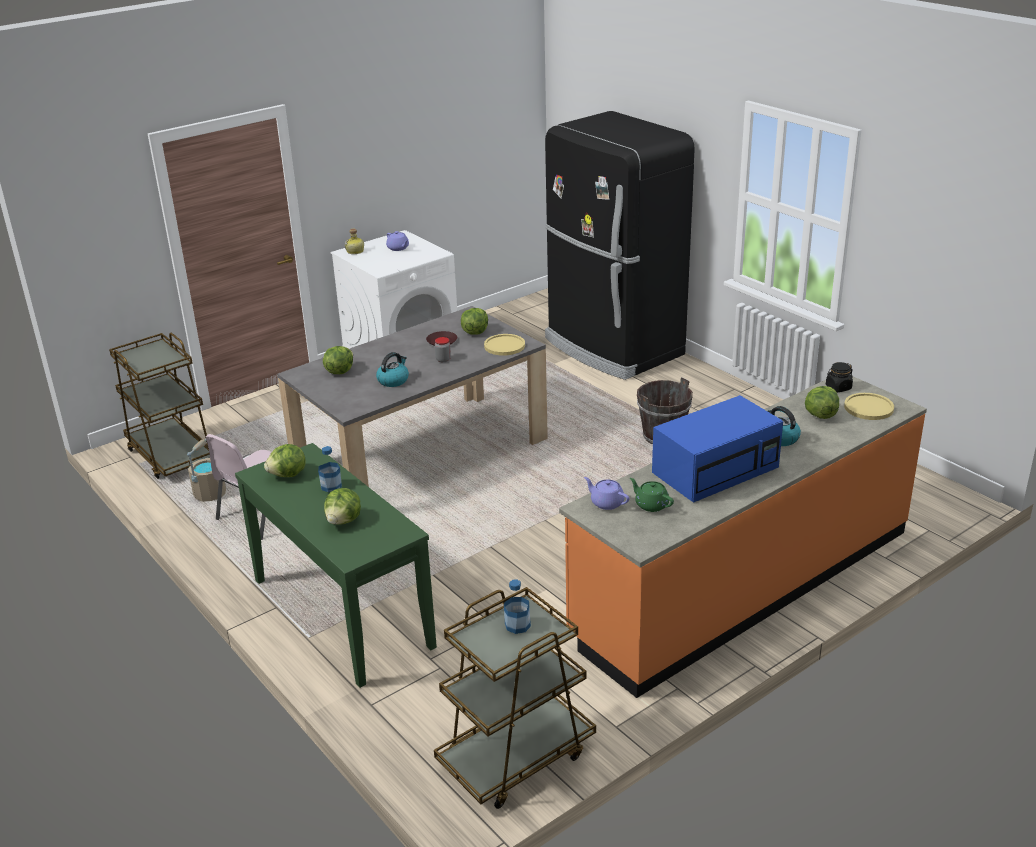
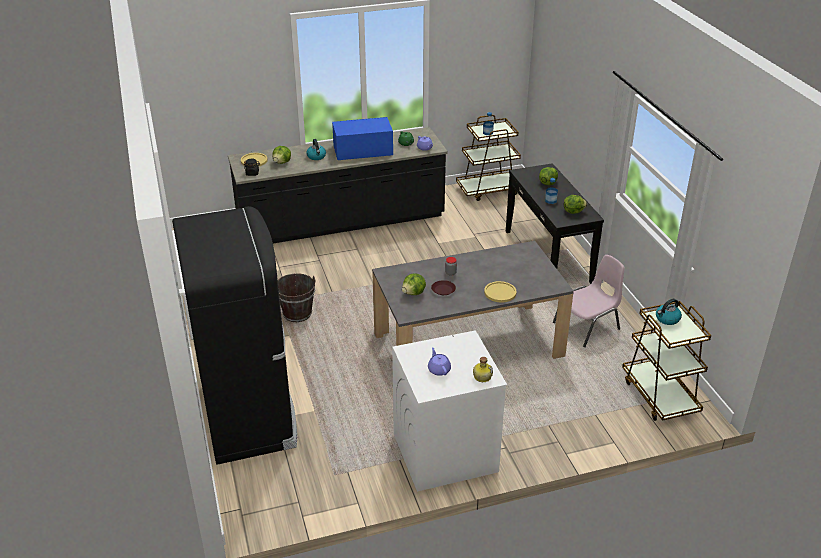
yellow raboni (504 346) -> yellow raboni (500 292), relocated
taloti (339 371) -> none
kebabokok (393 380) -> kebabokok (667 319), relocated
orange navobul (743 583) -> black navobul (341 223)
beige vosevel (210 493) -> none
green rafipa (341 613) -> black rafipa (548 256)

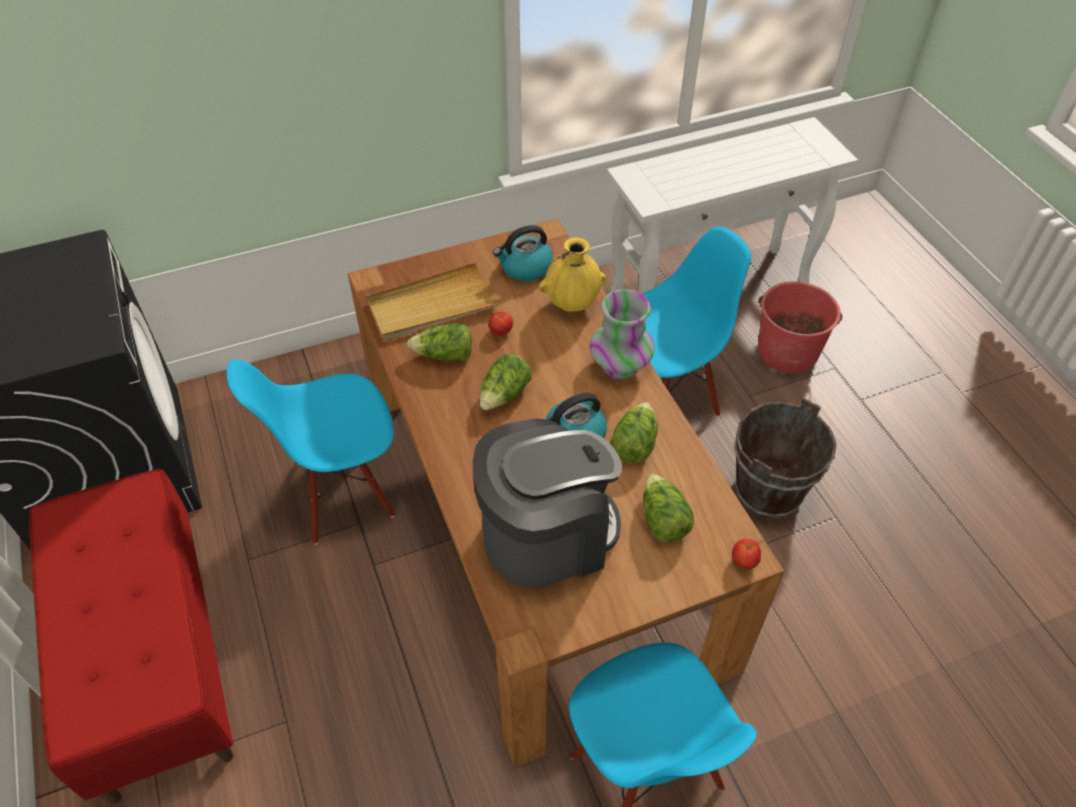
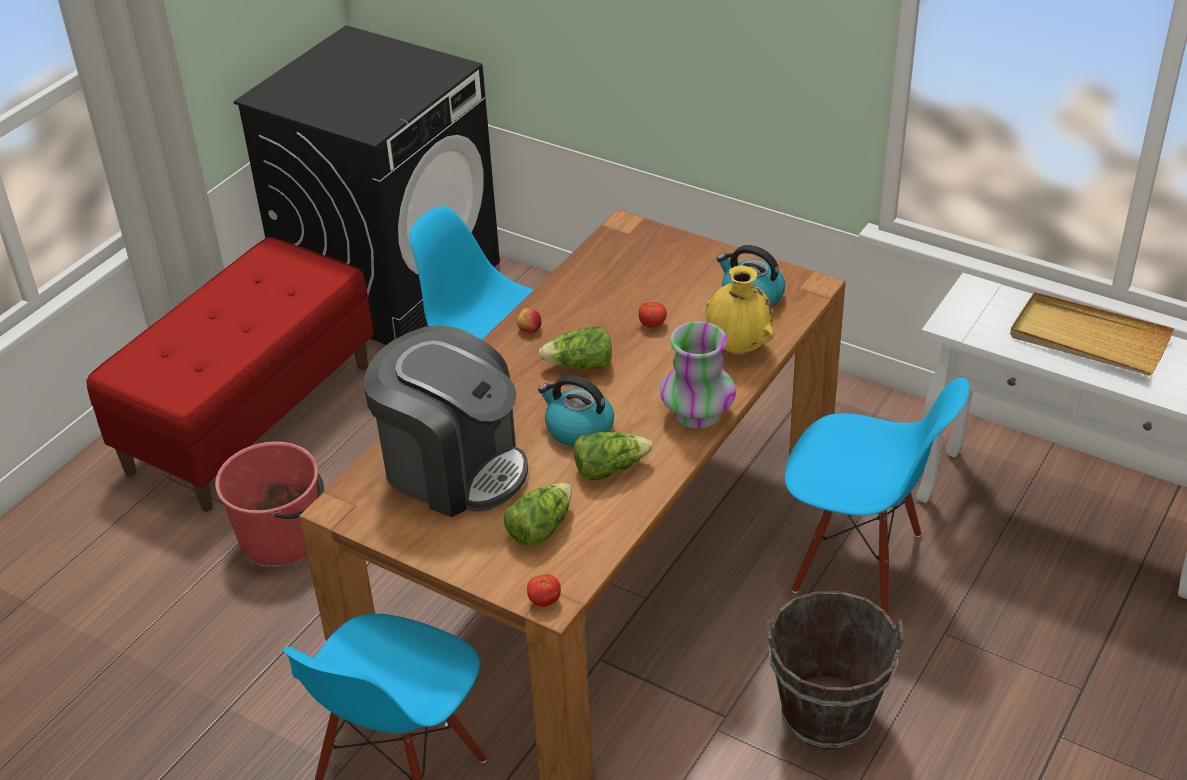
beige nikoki (431 306) -> beige nikoki (1088 339), relocated
red vosevel (787 351) -> red vosevel (282 536), relocated
taloti (444 355) -> none
none -> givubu (529 329)

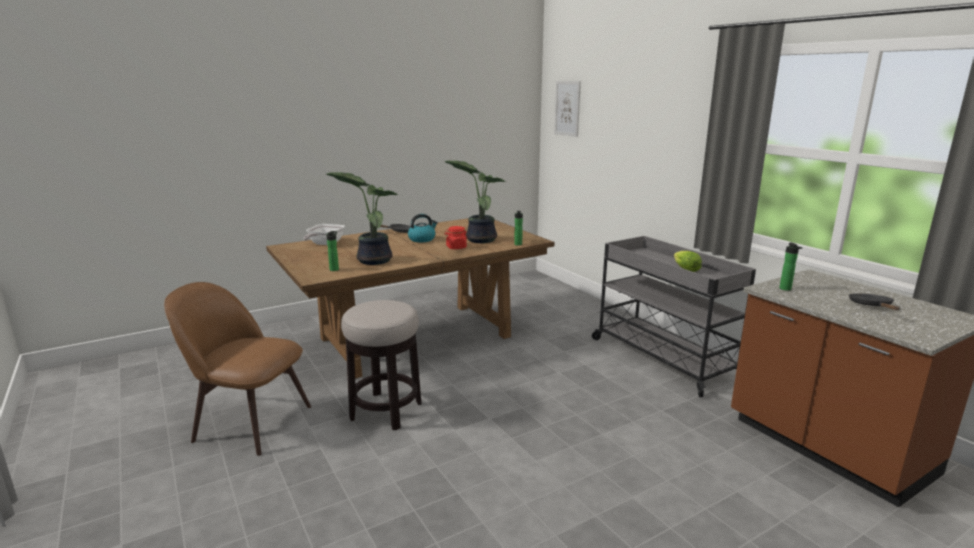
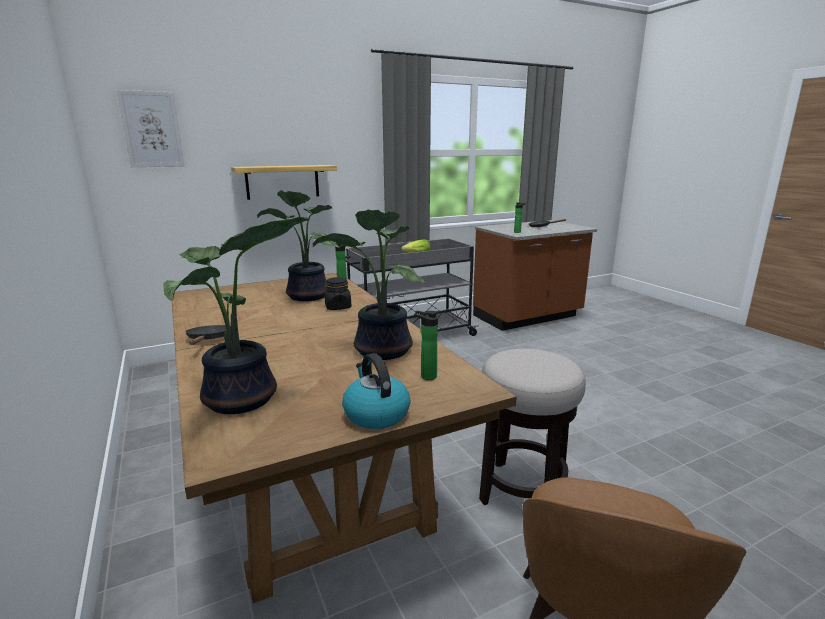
kebabokok (422 239) -> kebabokok (375 414), relocated
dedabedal (324 244) -> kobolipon (243 401)
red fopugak (456 247) -> black fopugak (338 307)
none -> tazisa (282 182)

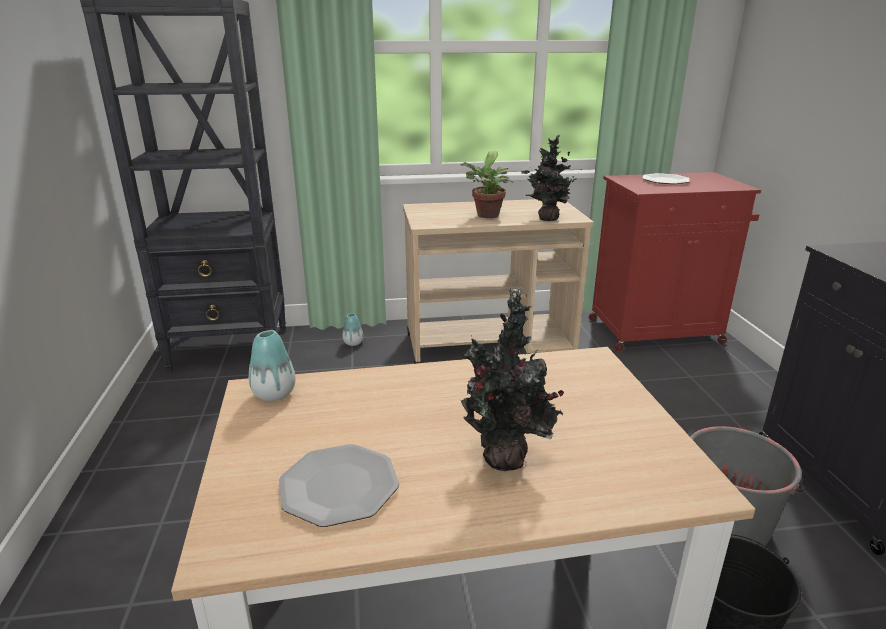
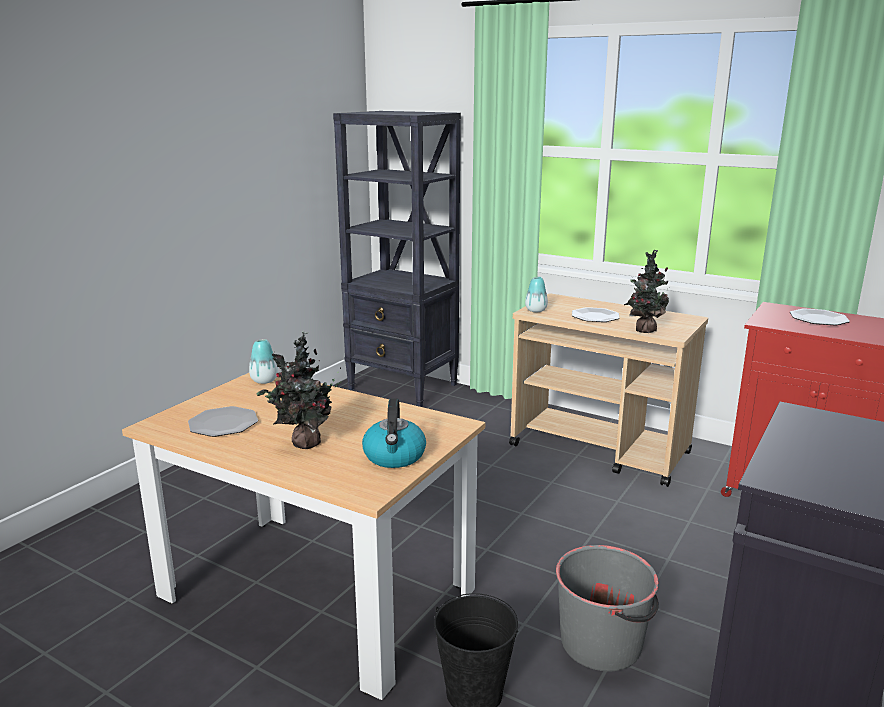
kobolipon (486 216) -> raboni (595 316)
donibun (353 343) -> donibun (536 310), relocated
none -> kebabokok (394 457)

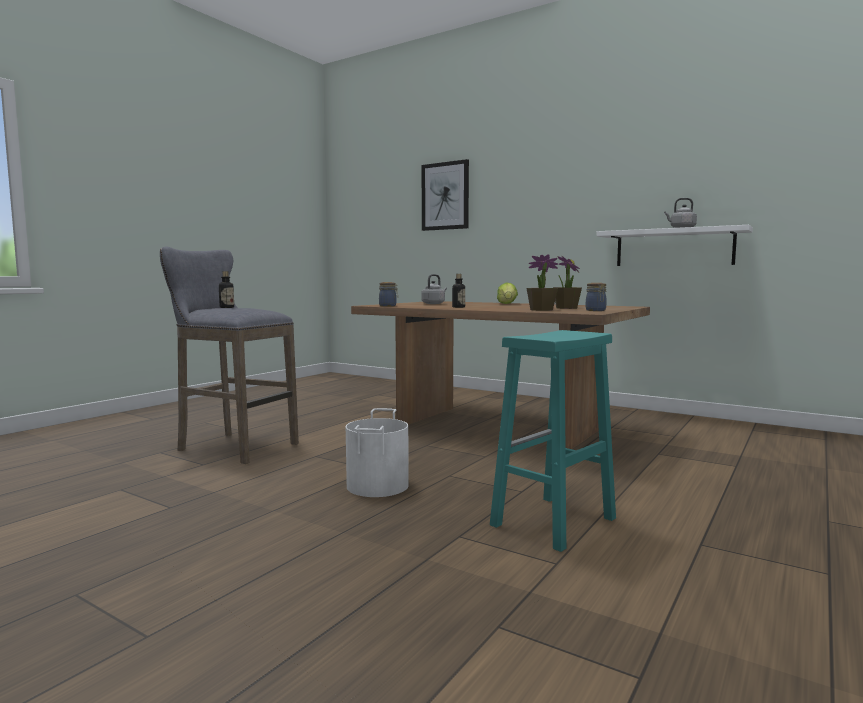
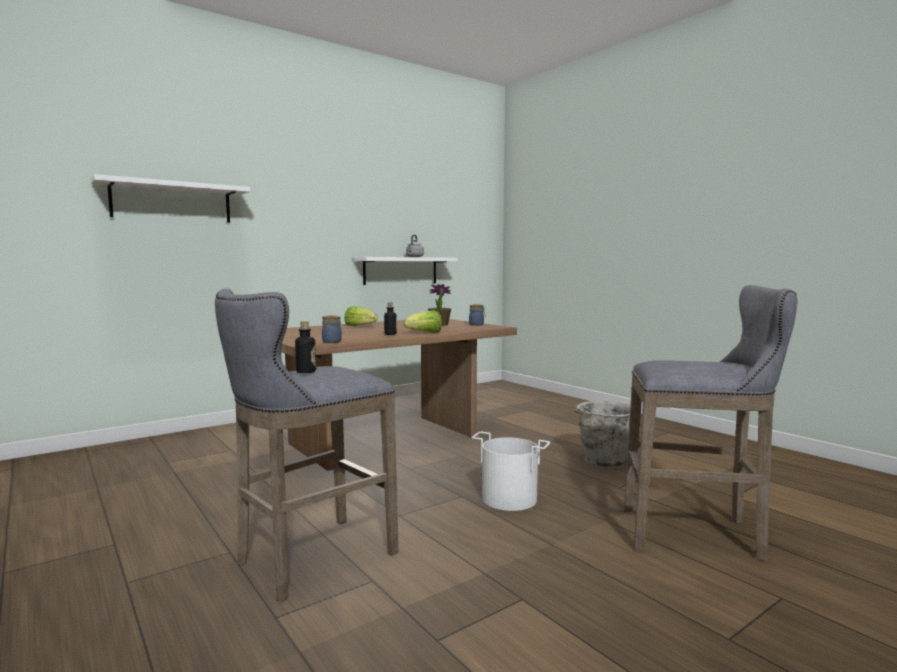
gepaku (445 196) -> white tazisa (172 202)
kobolipon (541 310) -> none
grey kebabokok (434 303) -> none
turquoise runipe (552 522) -> grey vosevel (603 462)
none -> grey runipe (697 534)
none -> taloti (425 333)

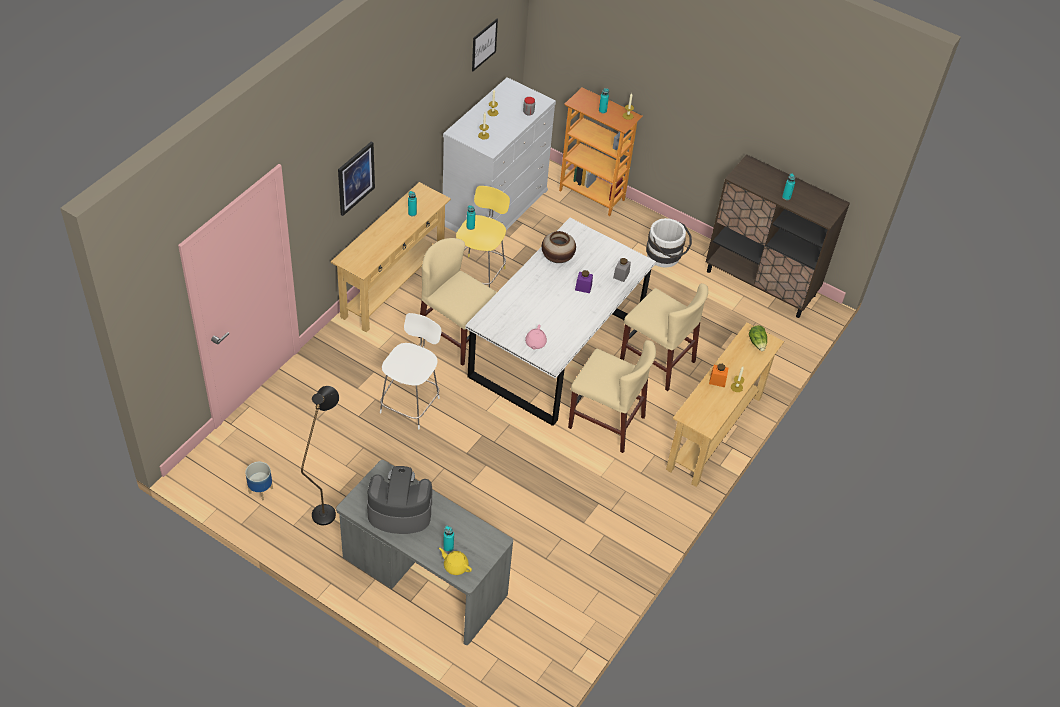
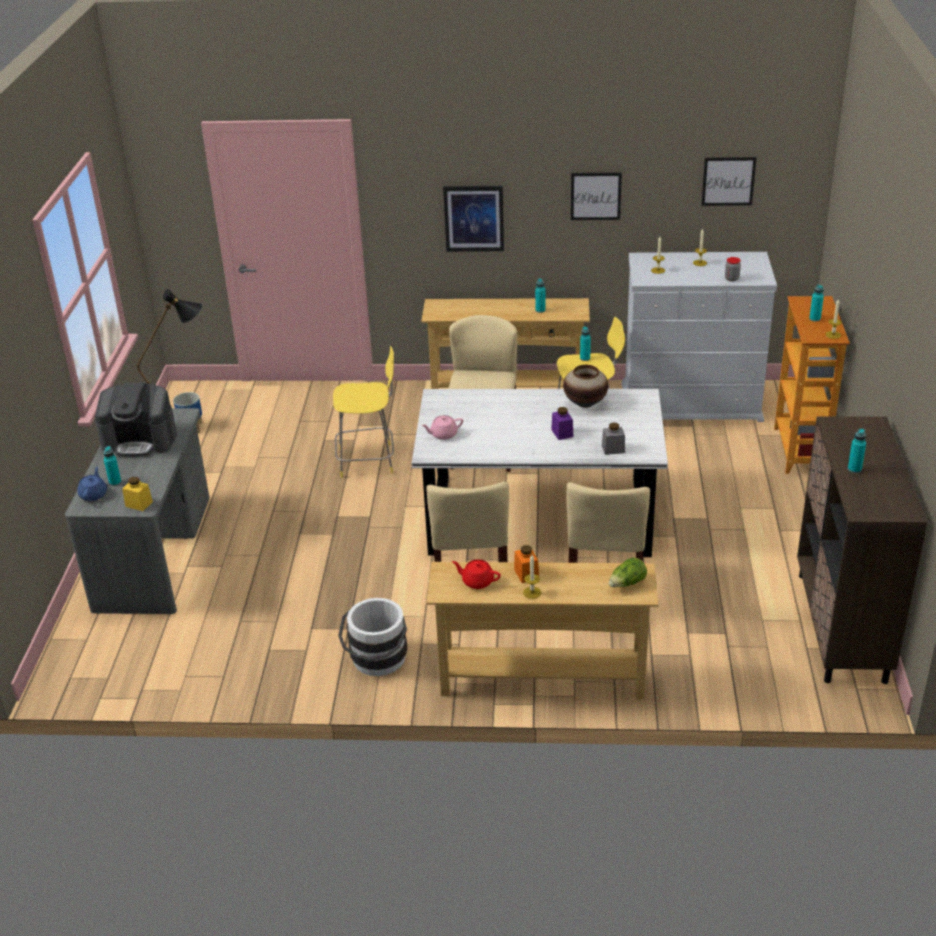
white vosevel (666 257) -> white vosevel (377 661), relocated
white runipe (411 403) -> yellow runipe (368 460)
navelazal (399 512) -> navelazal (140 440), 120 degrees clockwise
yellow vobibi (455 566) -> blue vobibi (94 494)
none -> gepaku (595 196)
none -> yellow fopugak (139 504)
none -> red vobibi (477 581)

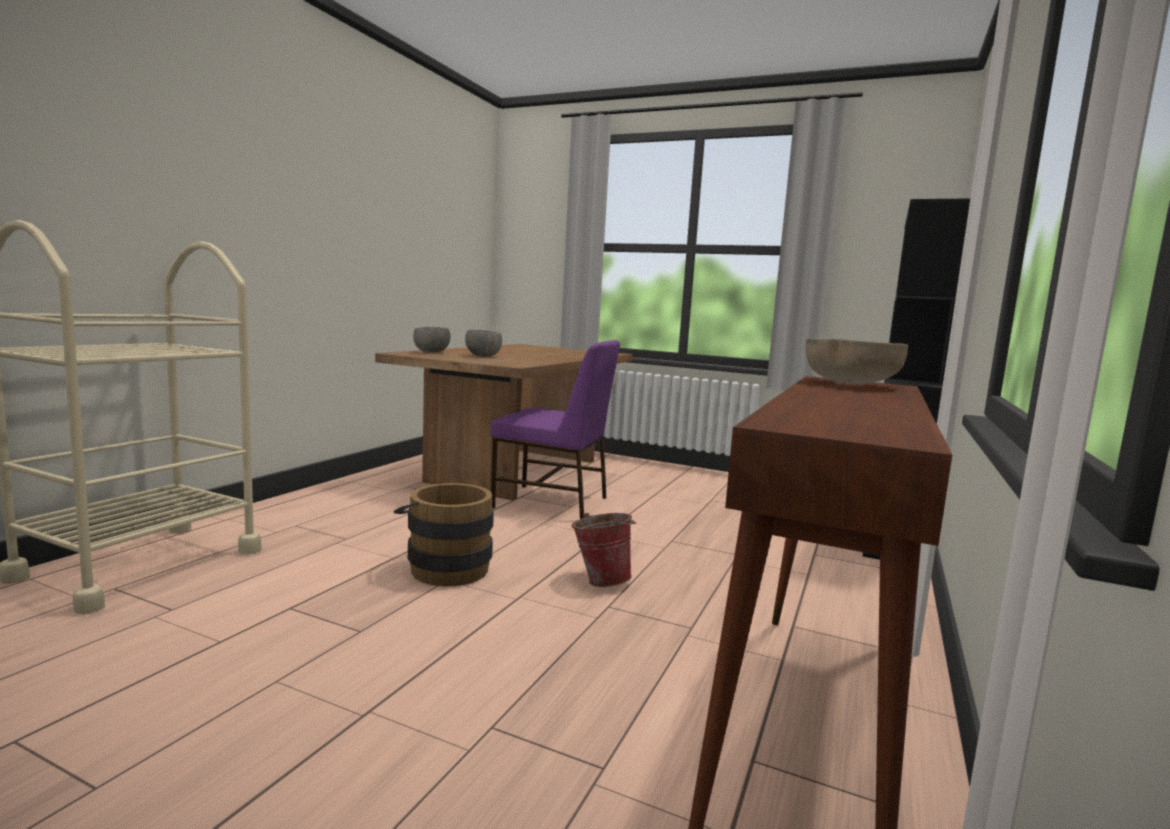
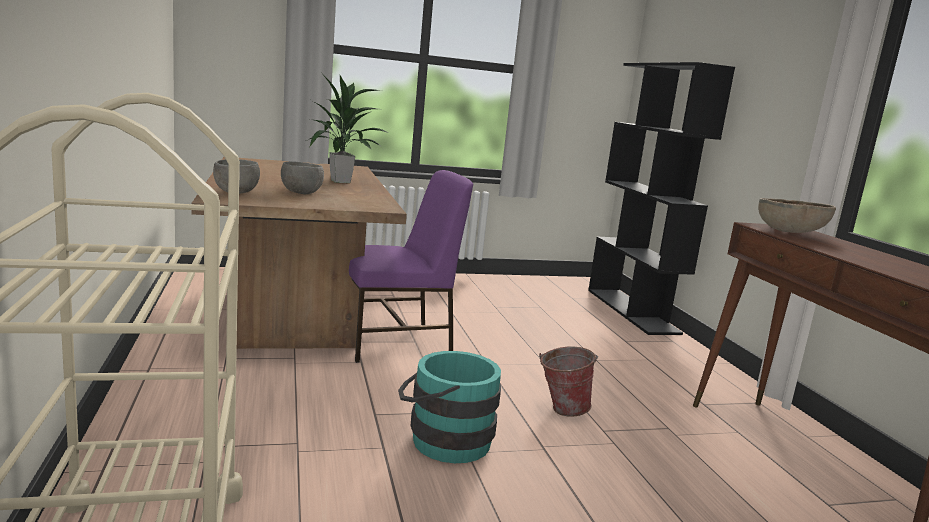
brown vosevel (445 567) -> turquoise vosevel (443 440)
none -> kobolipon (342 181)

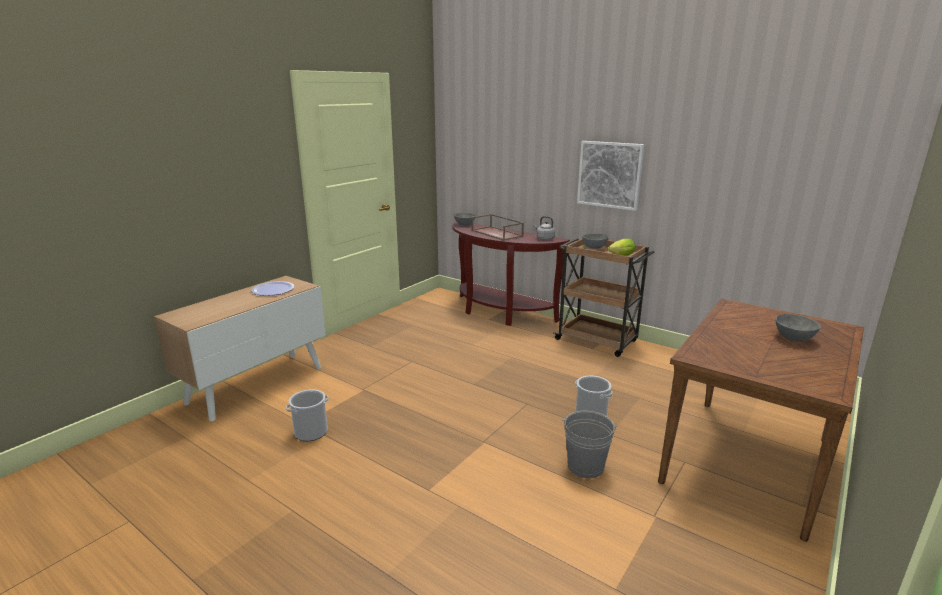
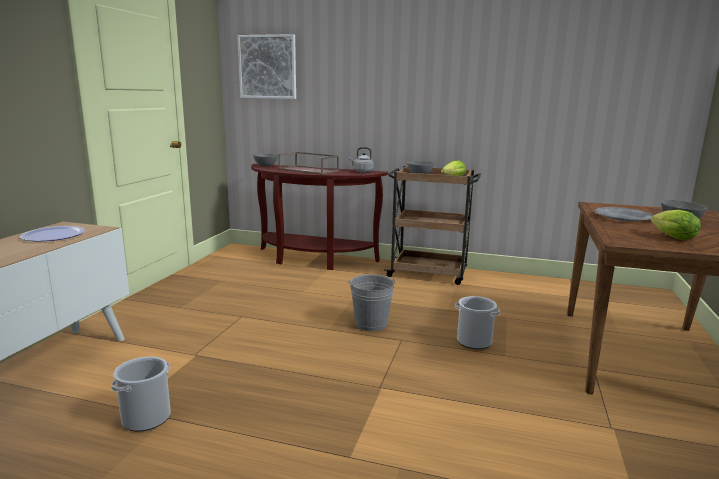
gepaku (610 174) -> gepaku (268 67), relocated
grey vosevel (585 466) -> grey vosevel (371 324), relocated
none -> grey raboni (622 217)
none -> taloti (670 237)

